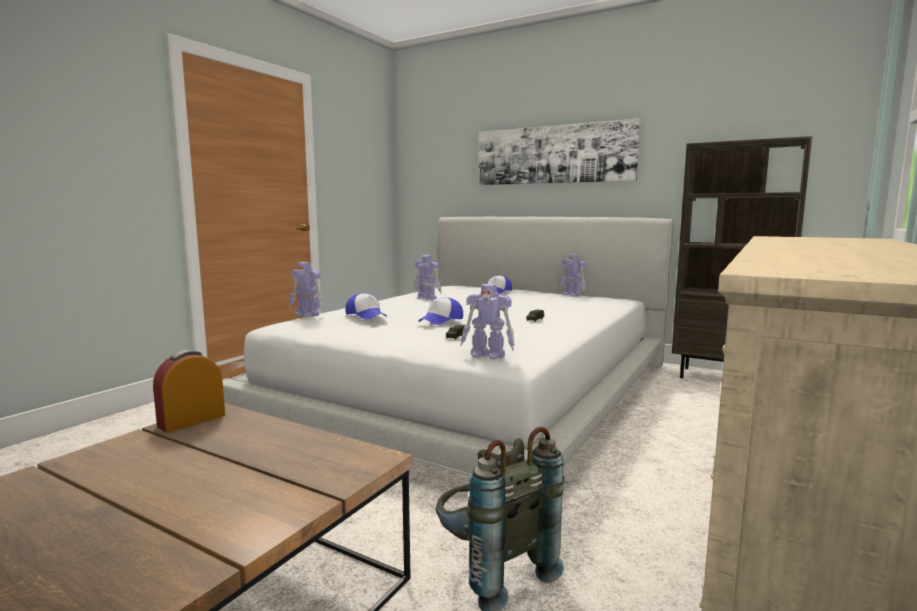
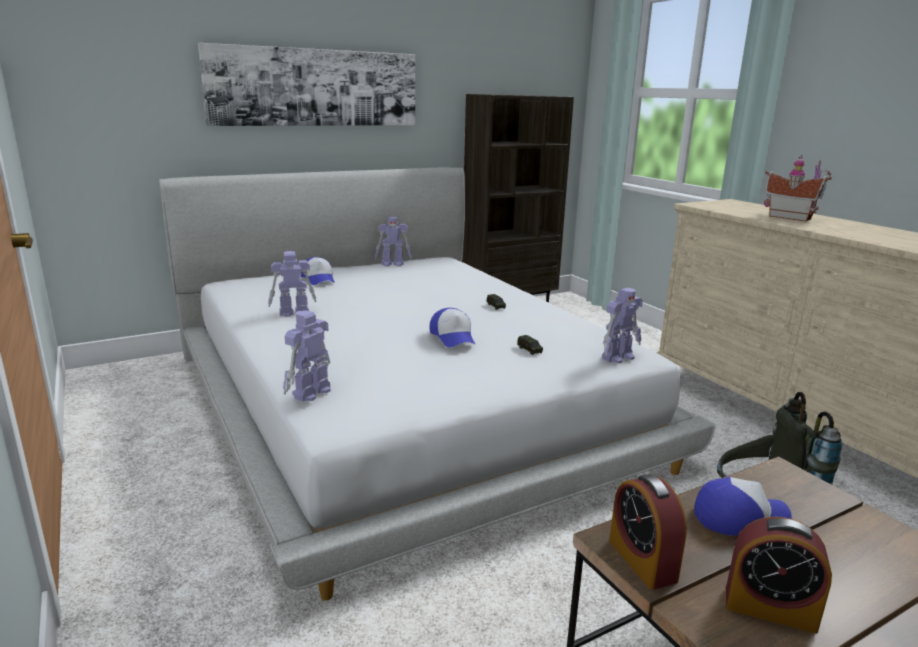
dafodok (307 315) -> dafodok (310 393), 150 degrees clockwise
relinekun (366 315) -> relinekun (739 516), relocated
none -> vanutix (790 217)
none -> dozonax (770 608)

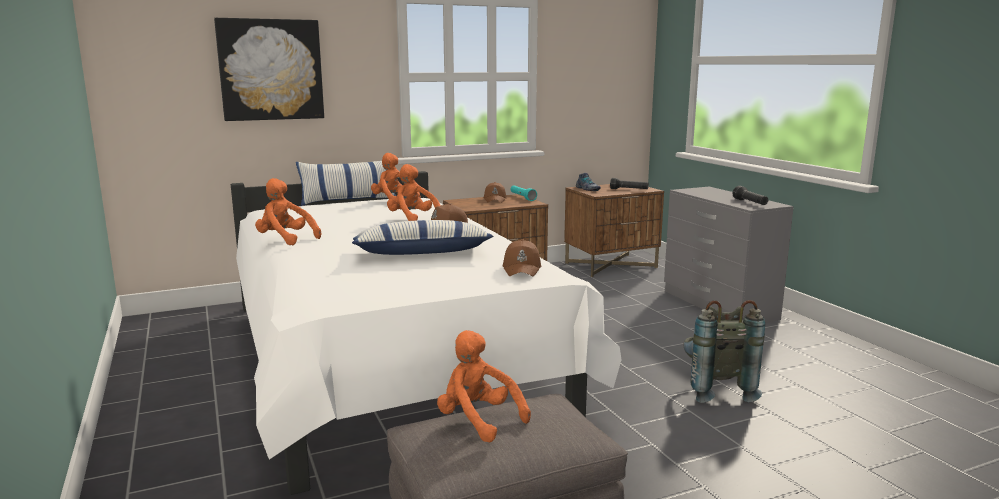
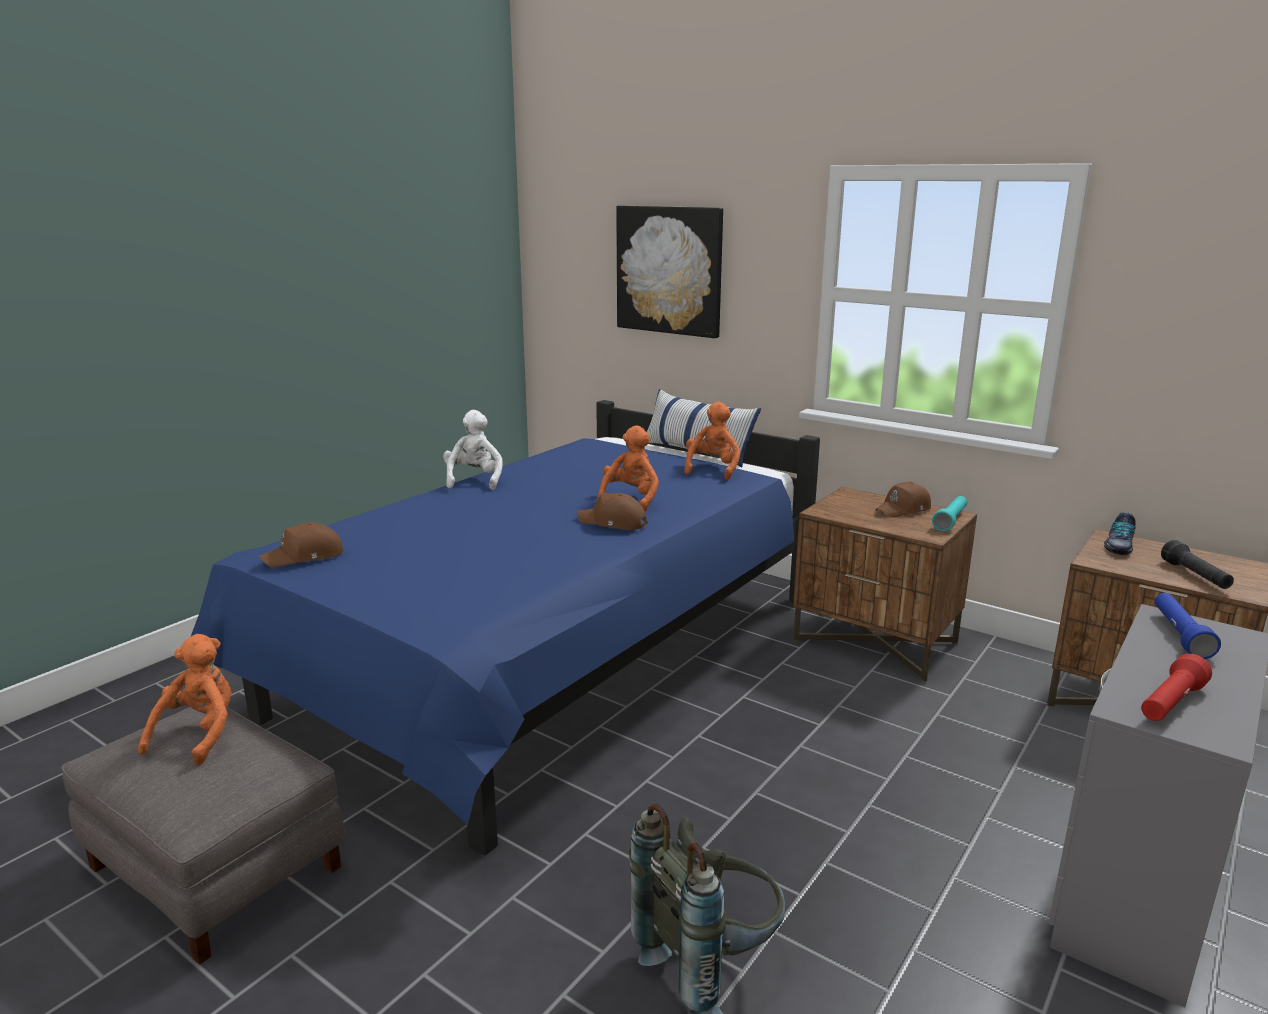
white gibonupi (385 363) -> blue gibonupi (548 661)
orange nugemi (285 240) -> white nugemi (474 480)
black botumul (750 203) -> red botumul (1170 704)
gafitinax (421 253) -> none
brown relinekun (522 268) -> brown relinekun (305 557), relocated
none -> blue botumul (1179 635)

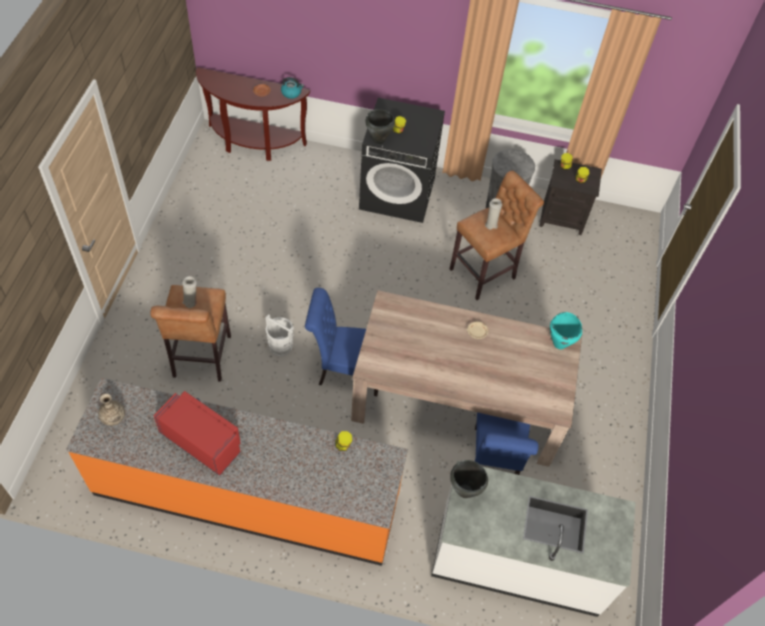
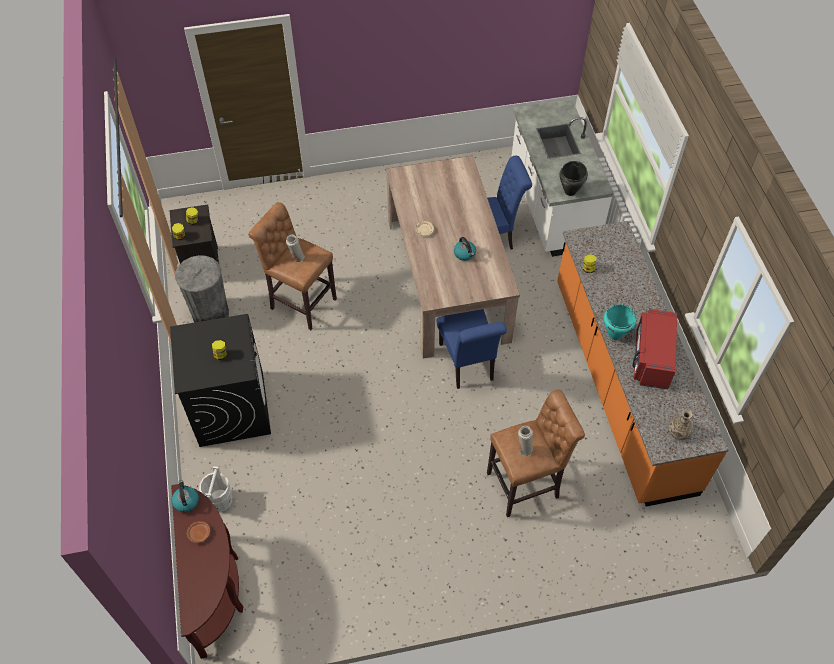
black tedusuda (378 140) -> none
turquoise tedusuda (559 343) -> turquoise tedusuda (614 335), relocated
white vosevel (280 346) -> white vosevel (220 500), relocated
none -> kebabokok (465 254)

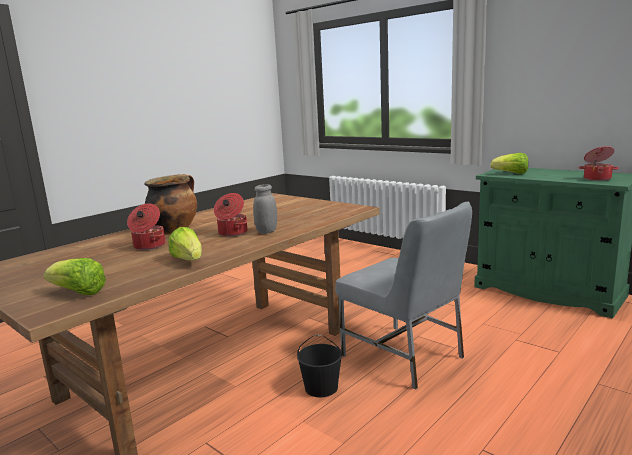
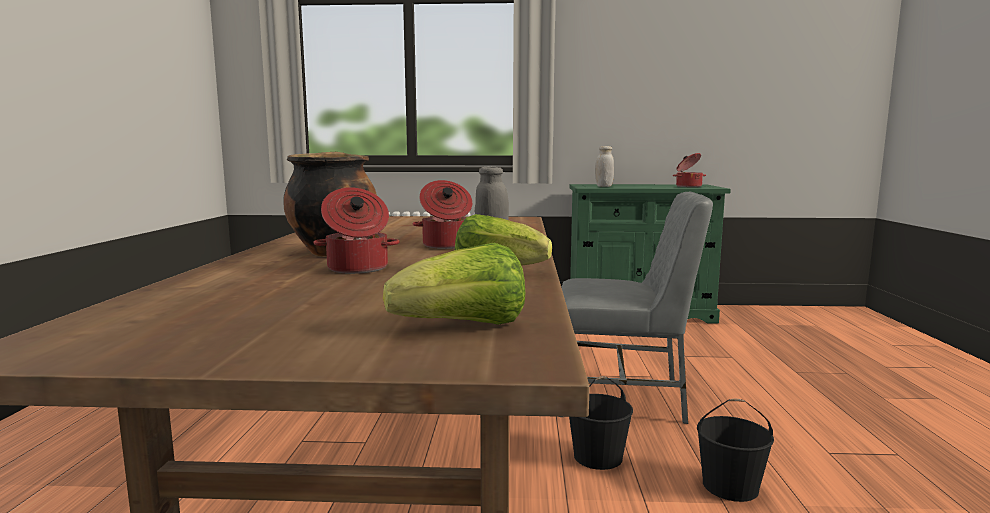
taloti (511 173) -> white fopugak (604 186)
none -> black vosevel (729 486)

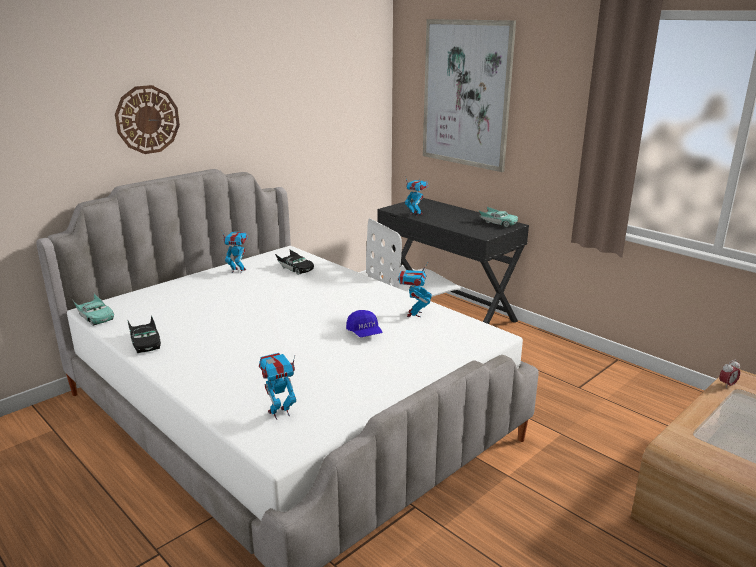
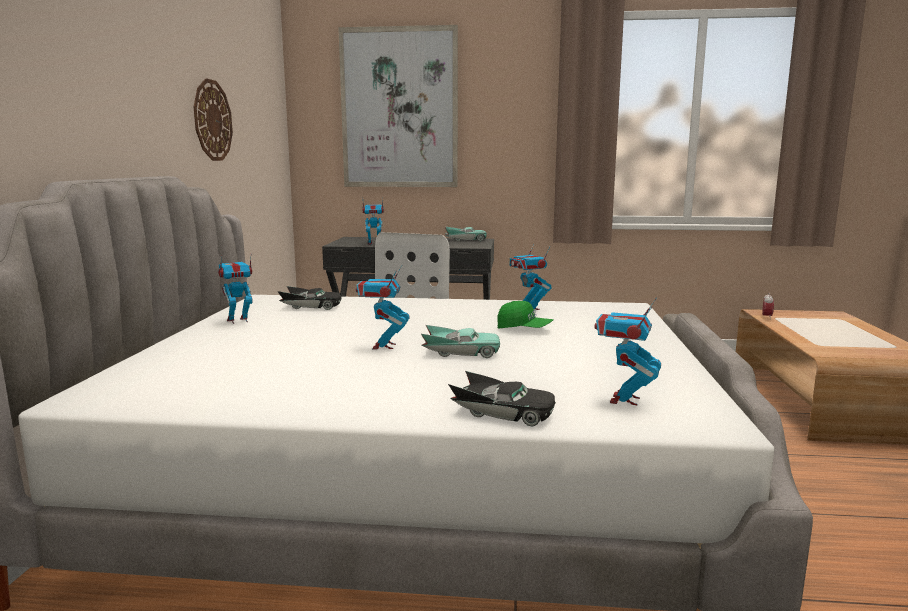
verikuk (147 119) -> verikuk (212 120), relocated
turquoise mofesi (95 317) -> turquoise mofesi (461 352), relocated
blue relinekun (364 333) -> green relinekun (524 329)
black mofesi (145 342) -> black mofesi (503 413), relocated
none -> dafodok (383 346)

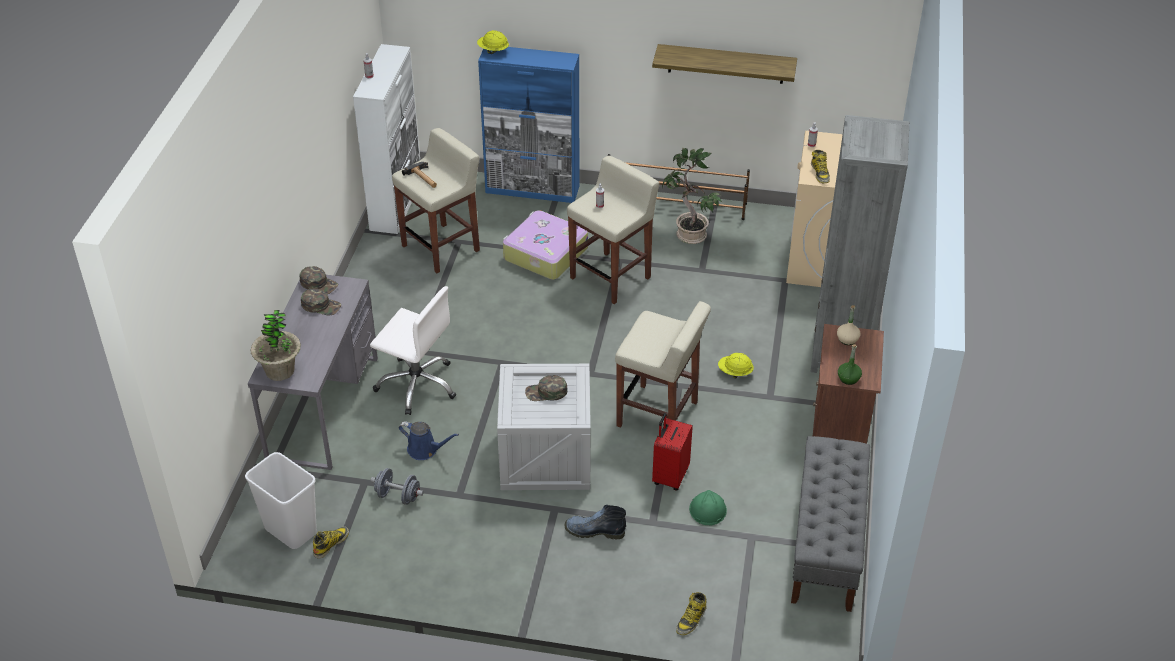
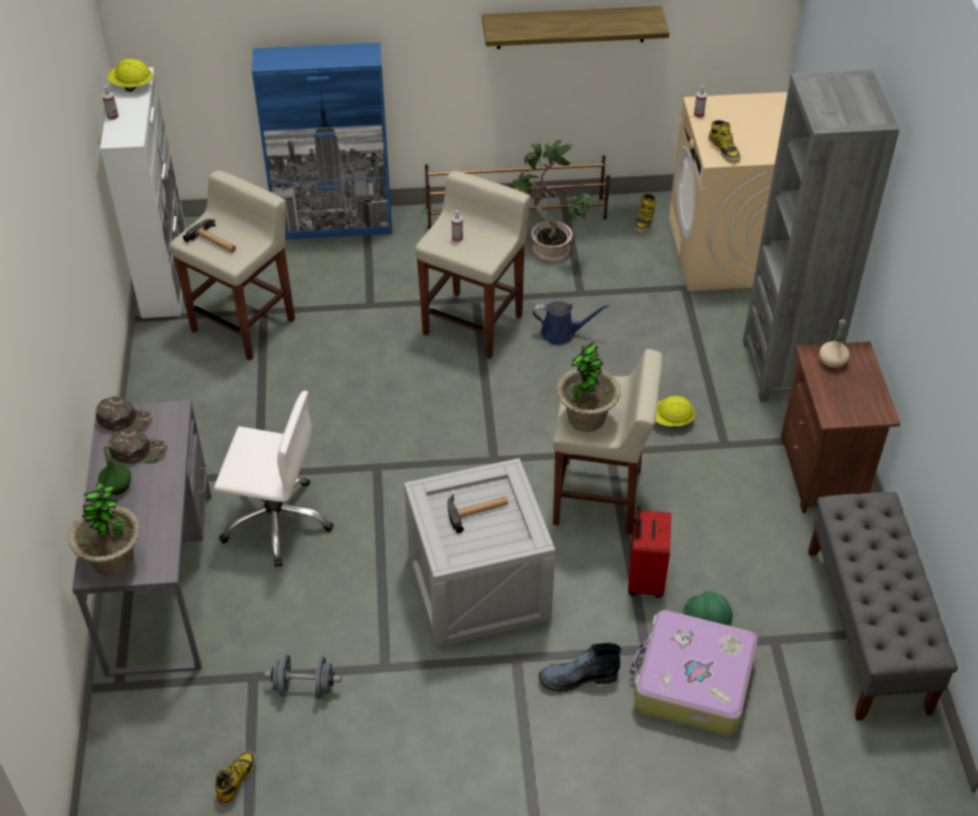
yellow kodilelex (493 51) -> yellow kodilelex (132 86), relocated
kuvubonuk (544 254) -> kuvubonuk (691 683), relocated
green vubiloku (848 378) -> green vubiloku (116 485), relocated
green relinekun (546 392) -> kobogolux (478 510)
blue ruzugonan (425 450) -> blue ruzugonan (562 333), relocated
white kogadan (290 531) -> none
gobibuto (691 619) -> gobibuto (644 220), relocated
none -> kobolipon (586 418)

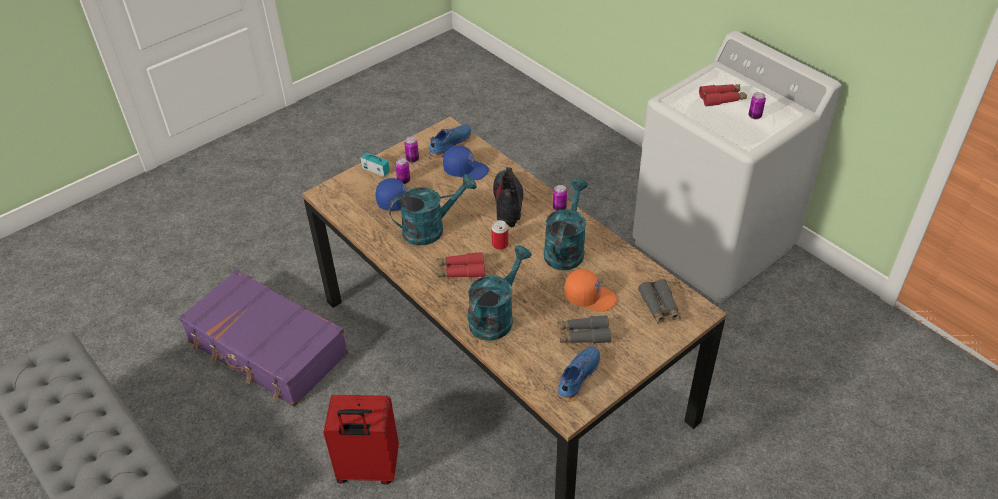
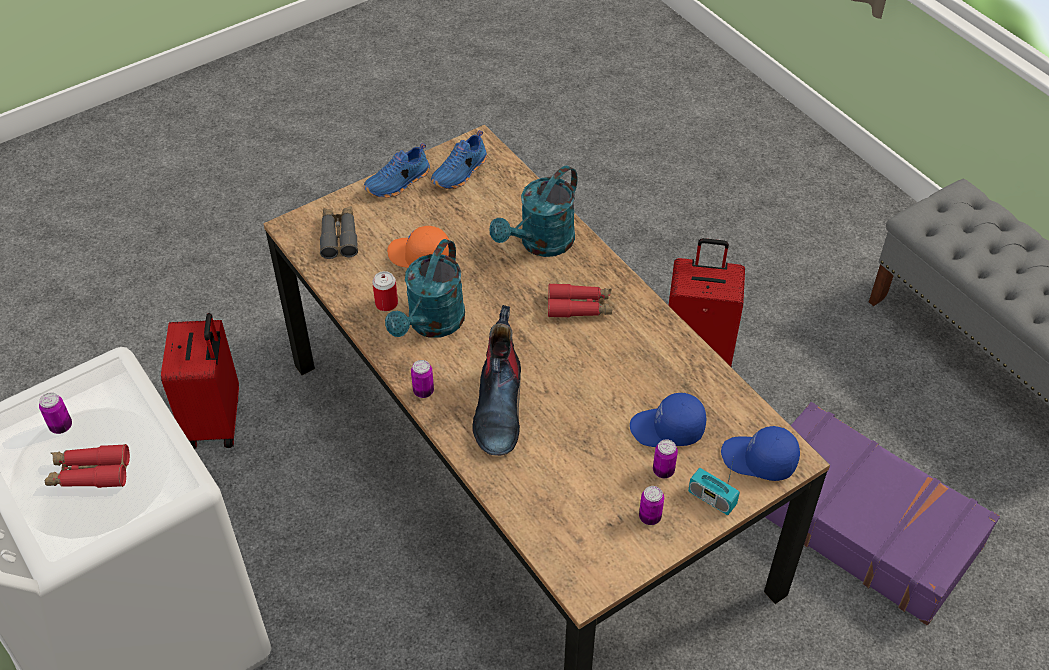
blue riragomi (449 144) -> blue riragomi (398 183), relocated
blue relinekun (466 169) -> blue relinekun (758 460), relocated
turquoise ruzugonan (431 228) -> none
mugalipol (500 244) -> mugalipol (386 303), relocated
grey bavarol (583 335) -> none
none -> red kuvubonuk (216 421)

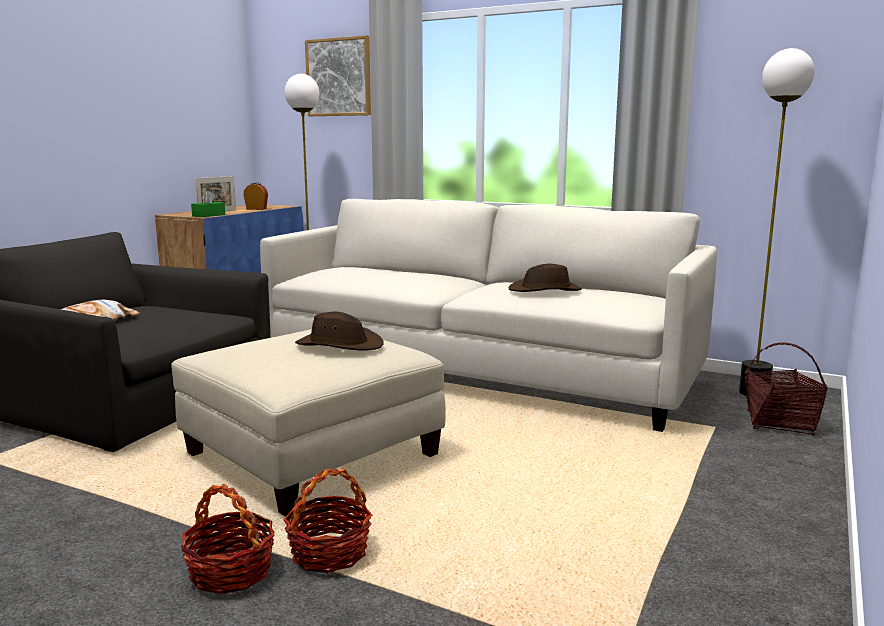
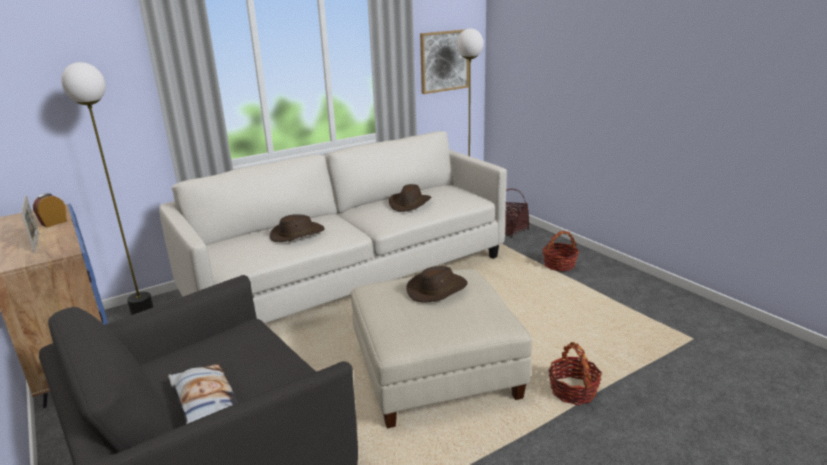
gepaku (339 77) -> gepaku (444 61), relocated
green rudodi (208 215) -> none
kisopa (230 572) -> kisopa (559 265), relocated
none -> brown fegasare (297 234)

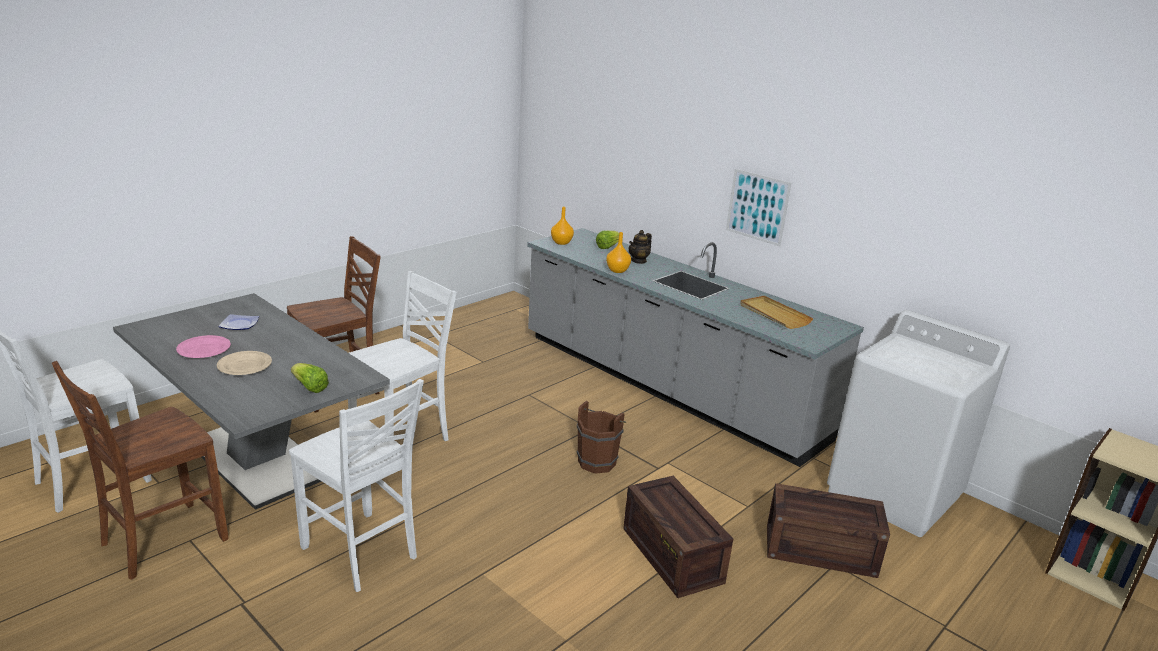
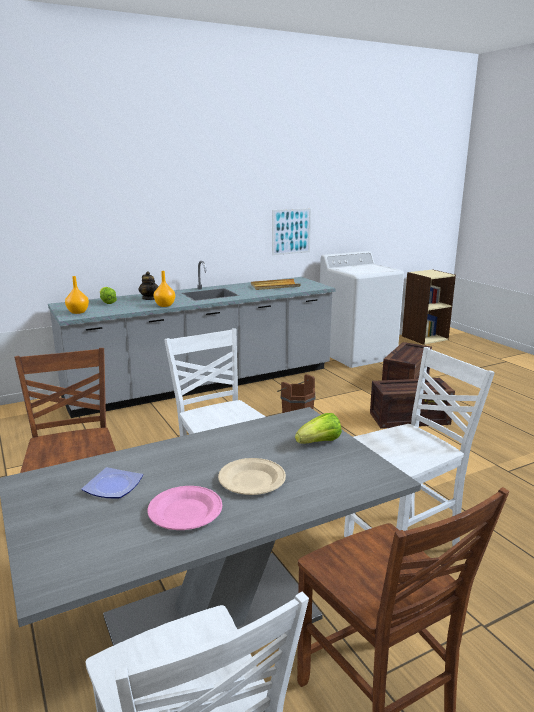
gepaku (757 207) -> gepaku (291 231), relocated

